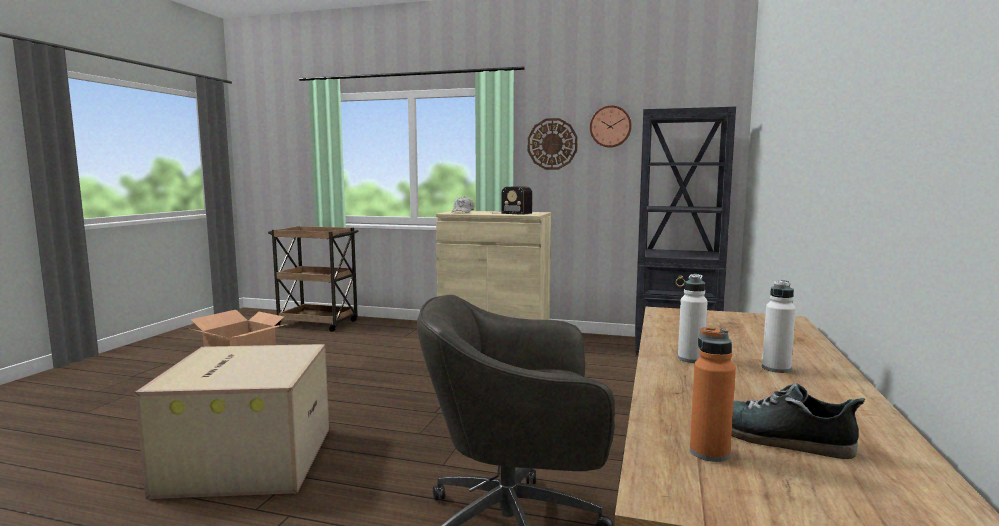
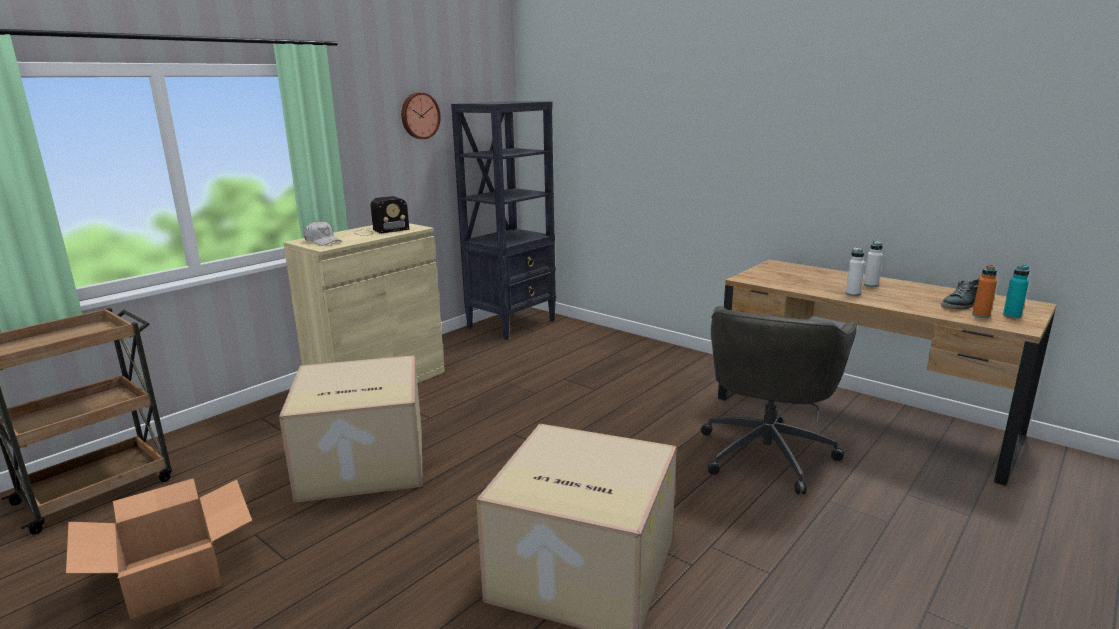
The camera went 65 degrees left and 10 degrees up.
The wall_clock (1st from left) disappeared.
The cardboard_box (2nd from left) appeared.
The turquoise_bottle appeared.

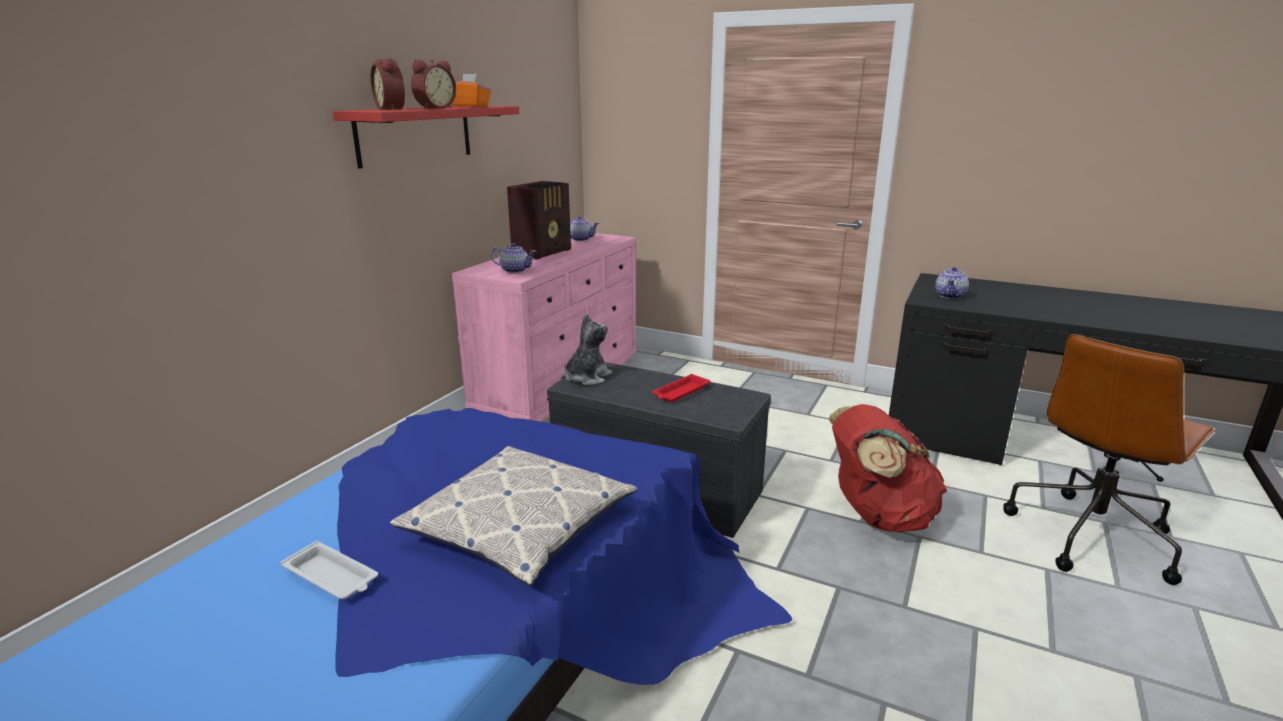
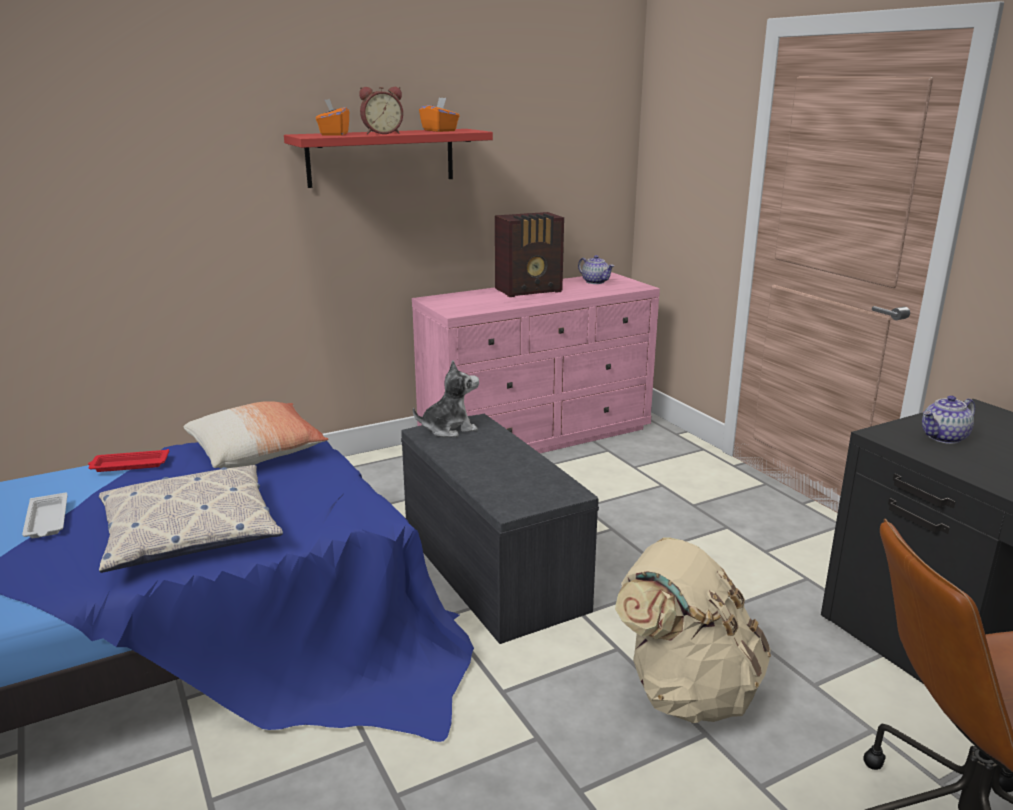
The camera went 35 degrees right and 0 degrees up.
The teapot (1st from left) disappeared.
The pillow (2nd from left) appeared.
The red_tray moved.
The alarm_clock (1st from left) was replaced by the orange_tissue_box (1st from left).
The red_backpack became the beige_backpack.

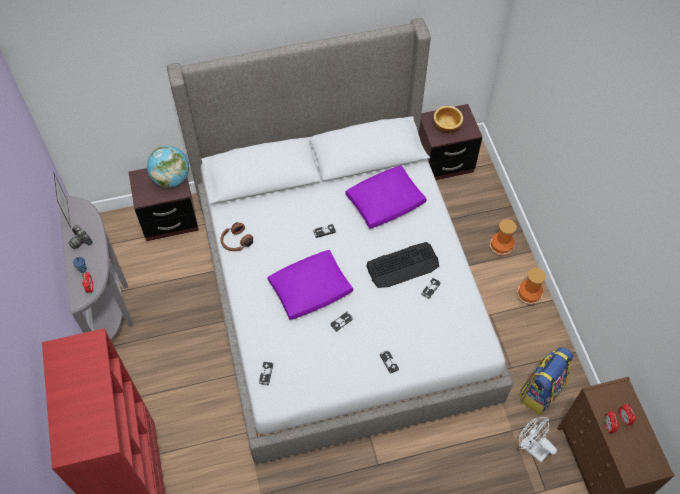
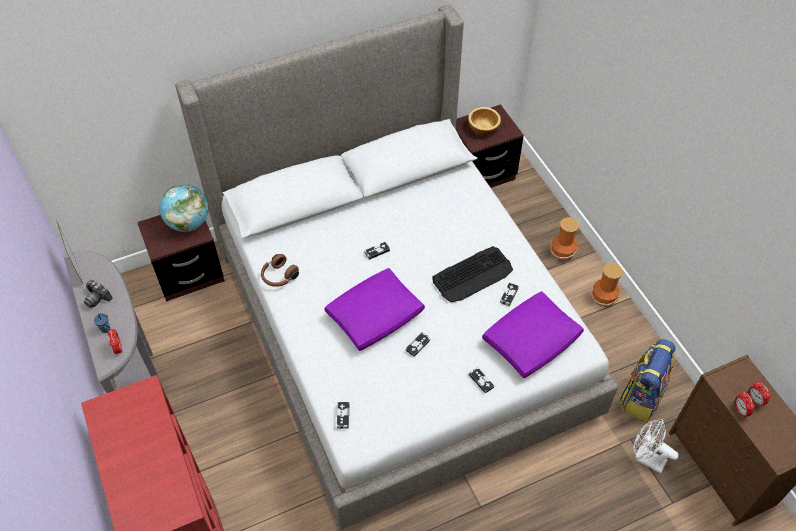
The camera went 10 degrees left and 5 degrees down.
The purple_pillow (2nd from left) moved.

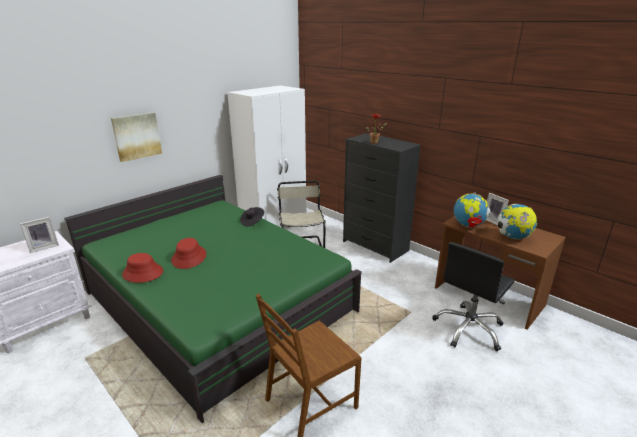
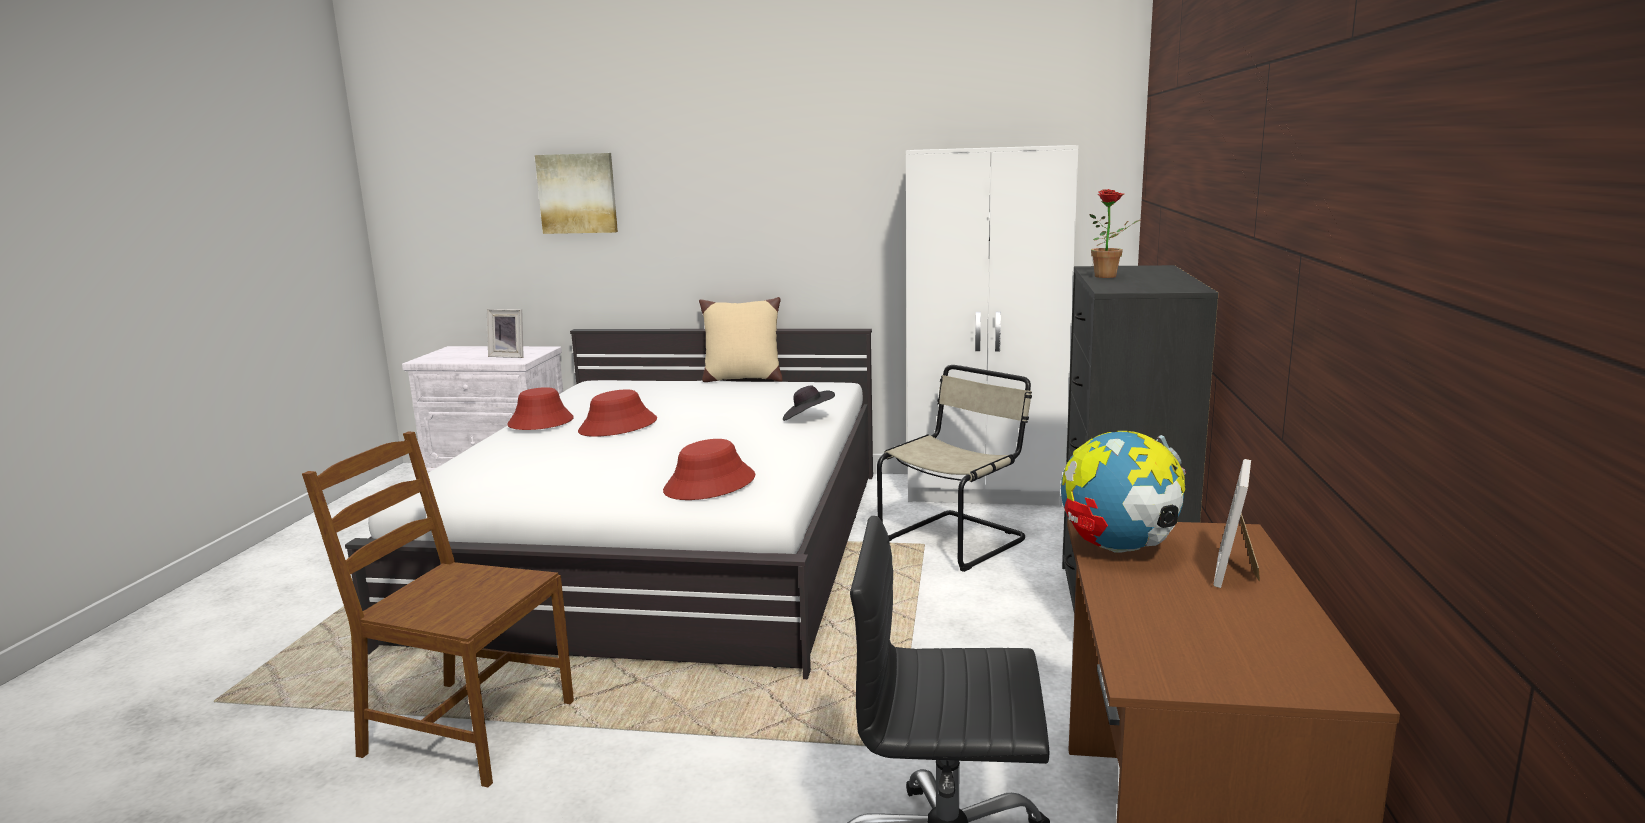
The camera went 55 degrees right and 10 degrees down.
The globe (2nd from left) disappeared.
The red_hat (3rd from left) appeared.
The beige_pillow appeared.
The picture moved.
The green_bed became the white_bed.

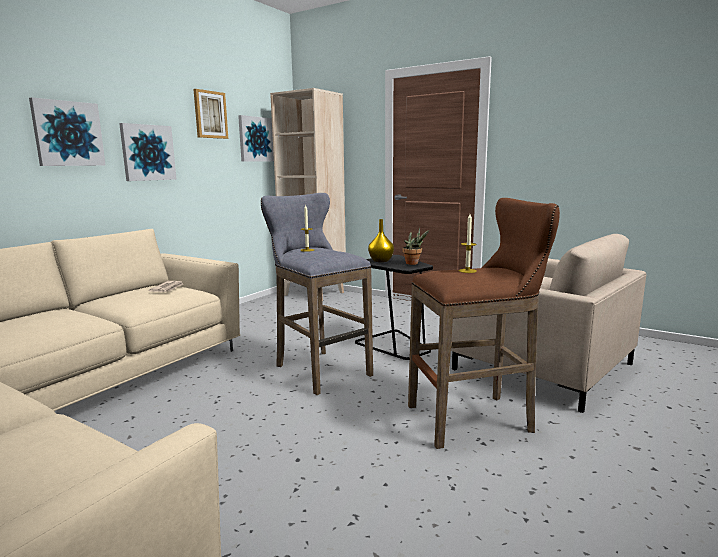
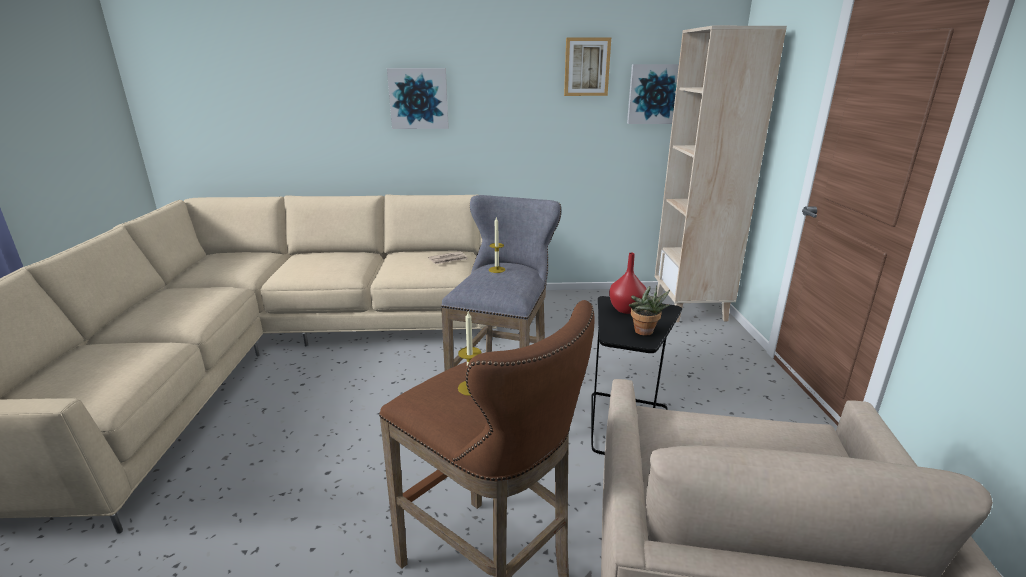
The camera went 55 degrees right and 10 degrees up.
The picture (2nd from left) disappeared.
The yellow_vase became the red_vase.

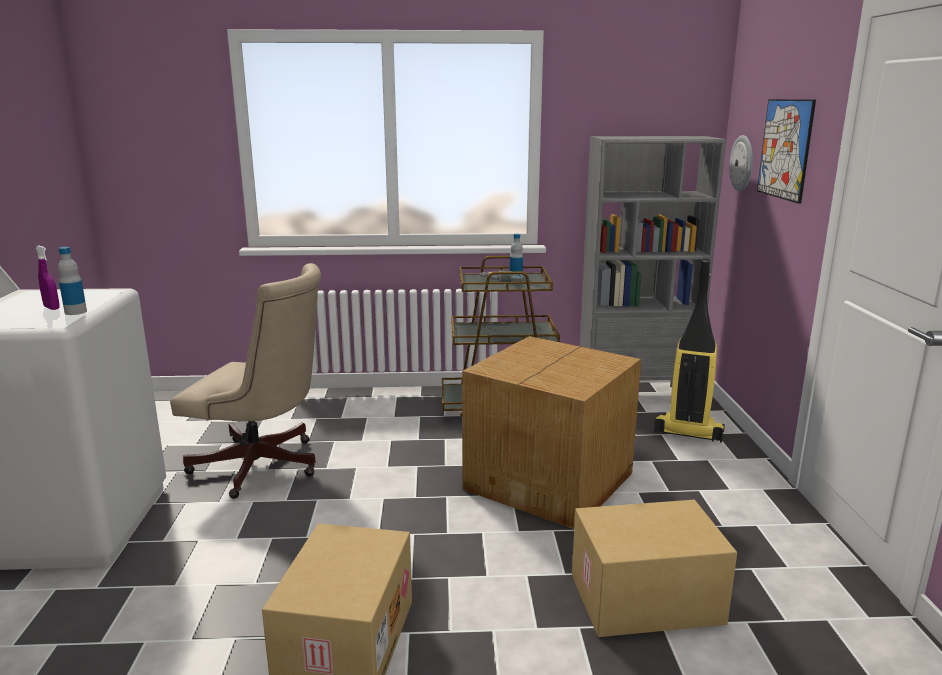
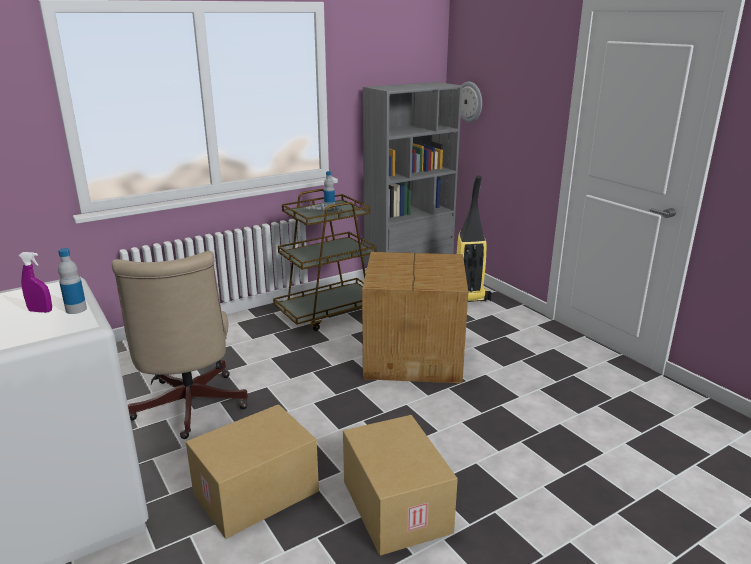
The camera went 30 degrees left and 5 degrees up.
The picture disappeared.
The cardboard_box (3rd from left in the first image) moved.
The beige_office_chair turned 90 degrees clockwise.

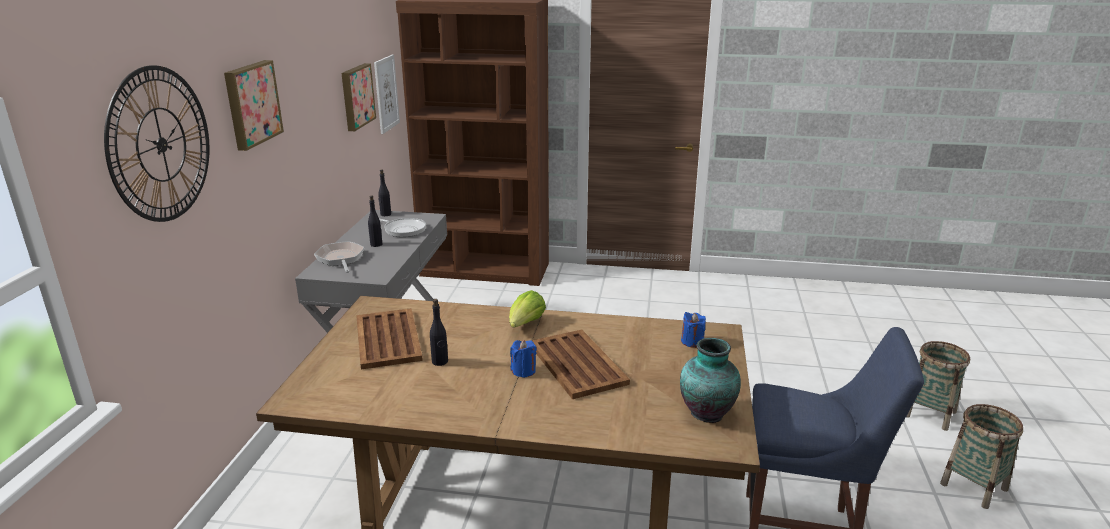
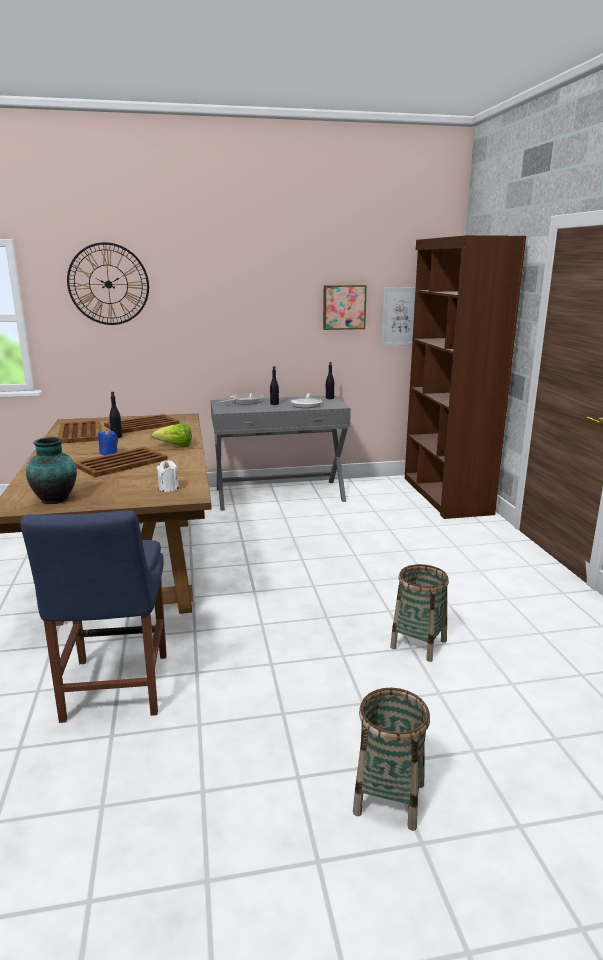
The camera went 70 degrees right and 5 degrees down.
The picture (1st from left) disappeared.
The brown_tray (1st from left) appeared.
The basket (2nd from left) moved.
The blue_candle (2nd from left) became the white_candle.

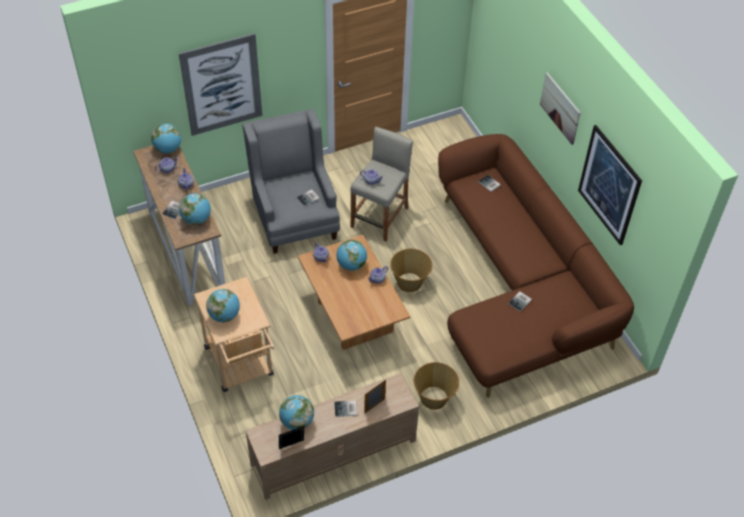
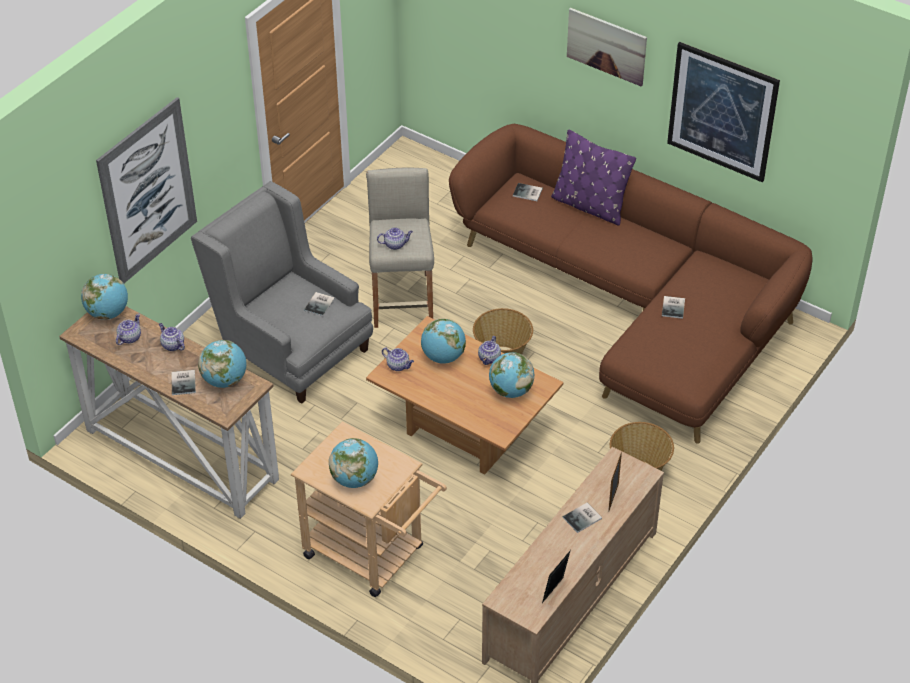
The camera went 30 degrees left and 5 degrees down.
The purple_pillow appeared.
The globe (4th from left in the first image) moved.

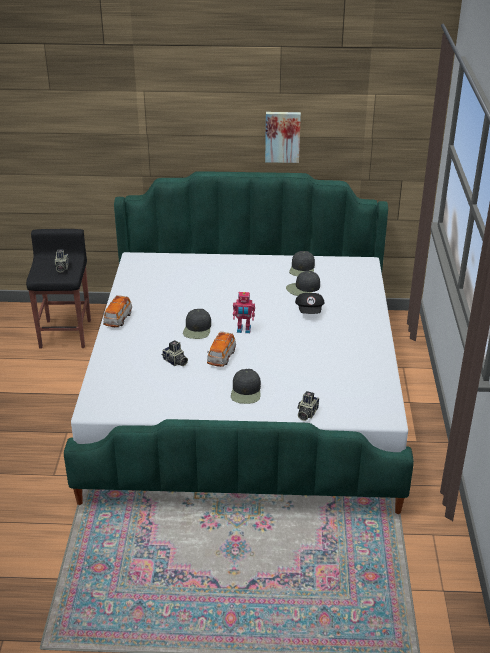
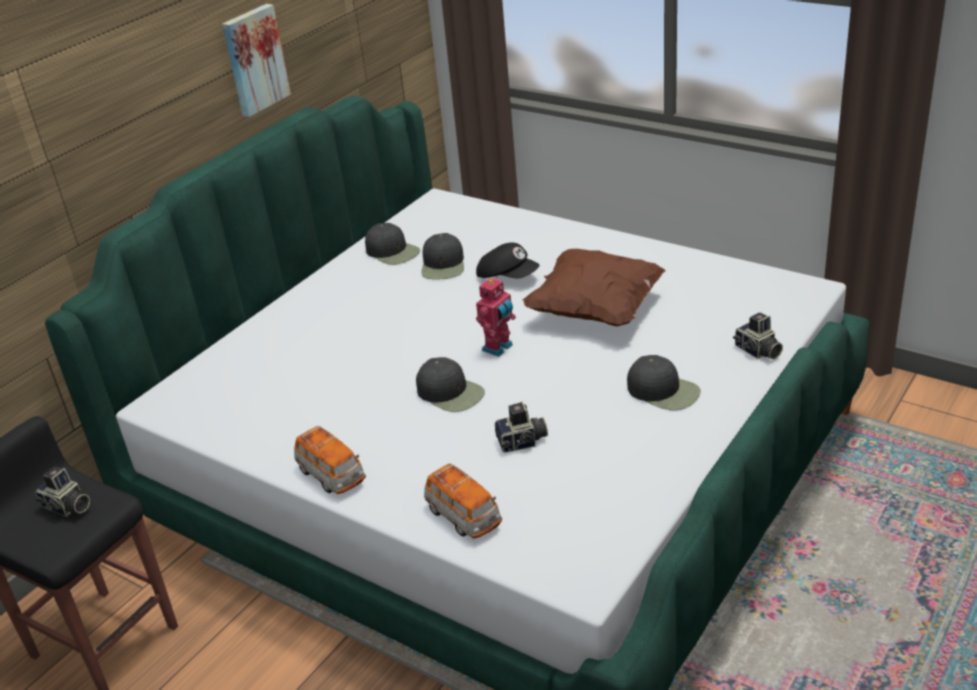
The camera went 55 degrees left and 0 degrees up.
The brown_pillow appeared.
The toy_car (2nd from left) moved.

